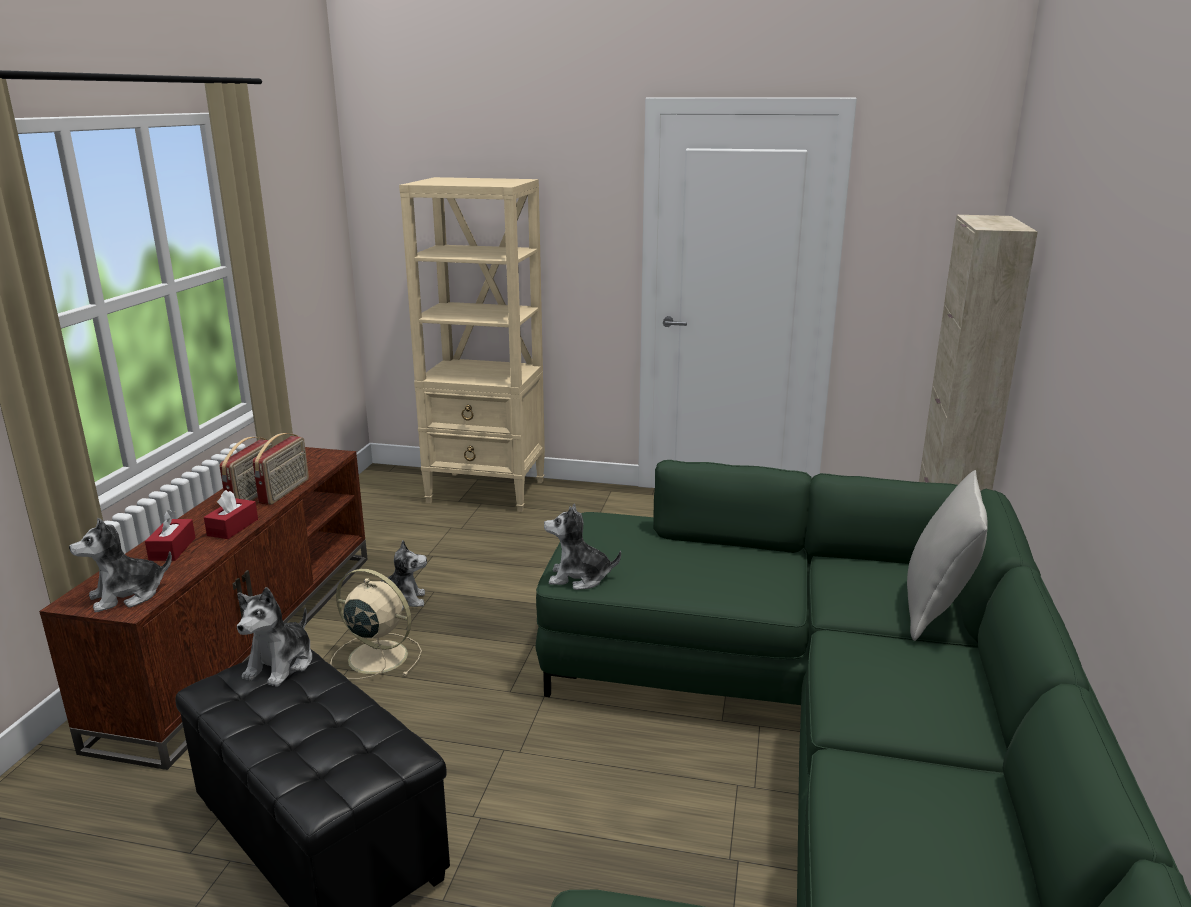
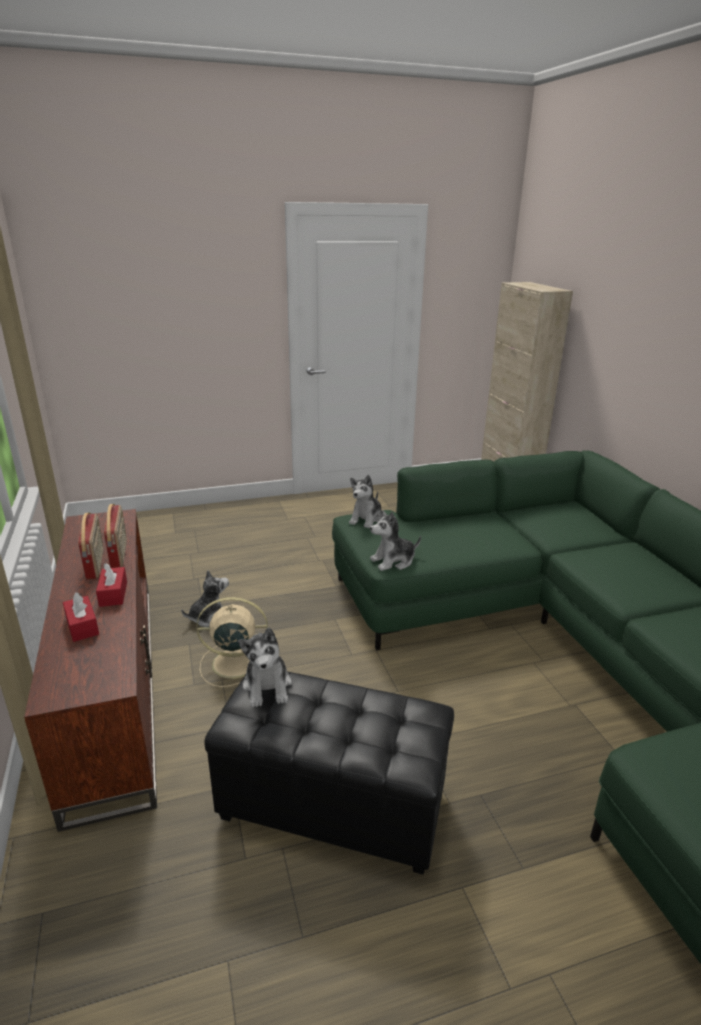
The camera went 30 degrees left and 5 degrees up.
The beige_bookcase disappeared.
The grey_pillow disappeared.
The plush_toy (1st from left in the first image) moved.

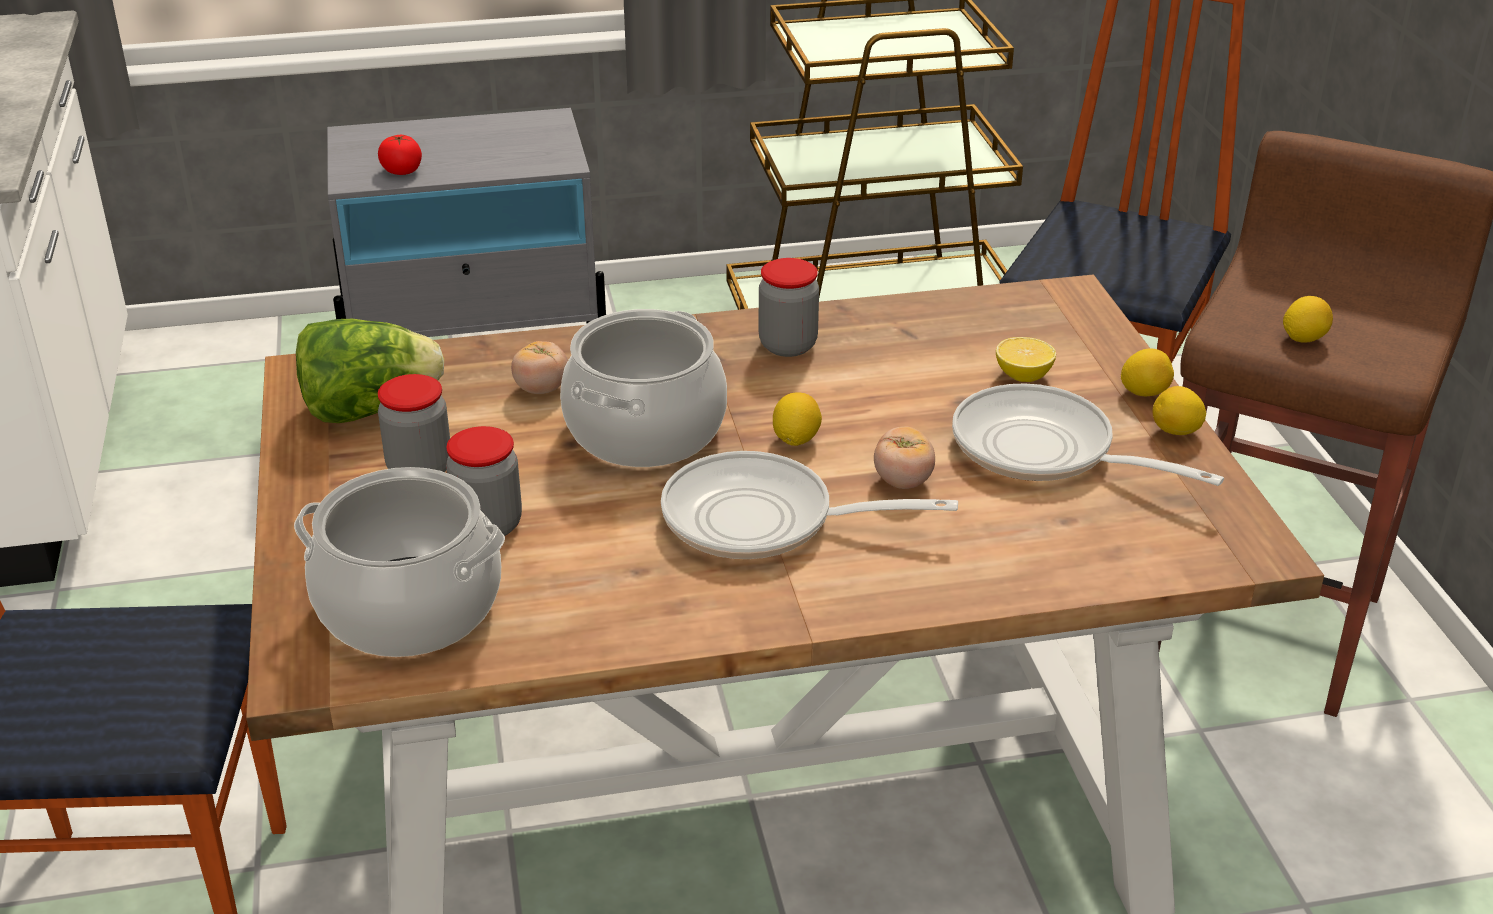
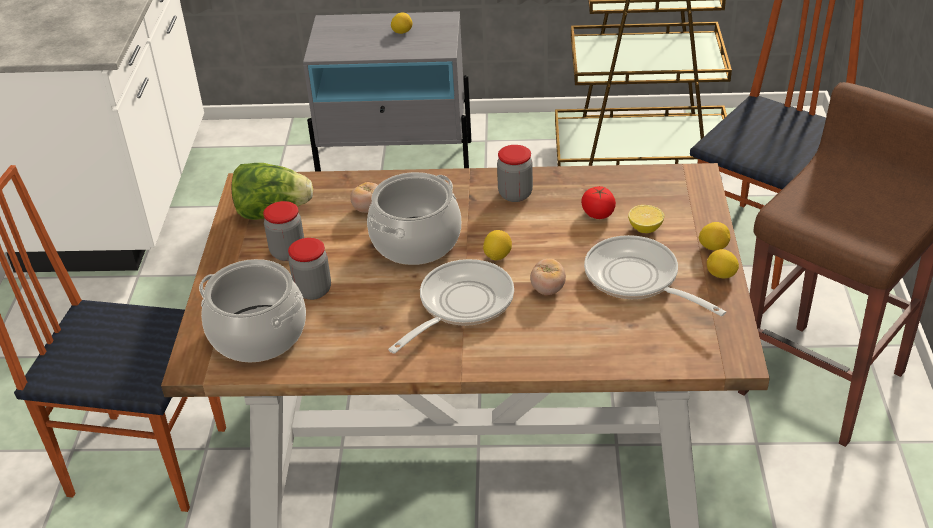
The camera went 15 degrees right and 5 degrees up.
The tomato (1st from left in the first image) moved.
The lemon (5th from left in the first image) moved.
The frying_pan (1st from left) turned 105 degrees clockwise.

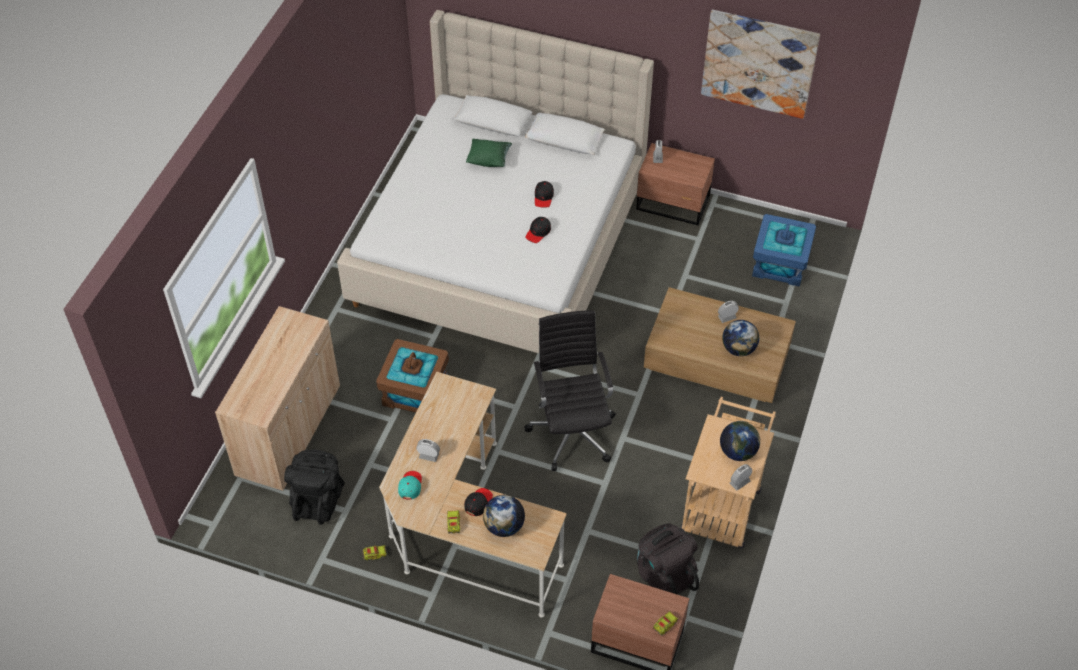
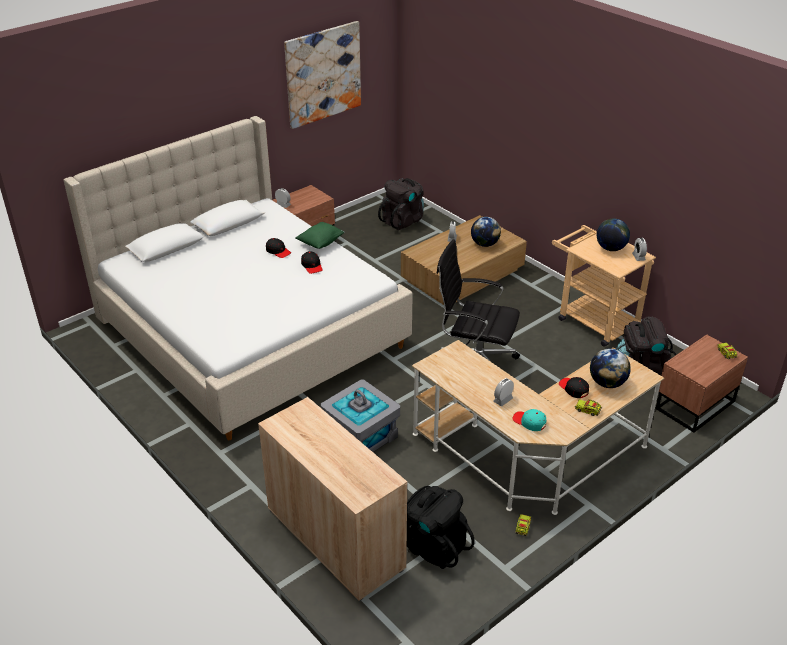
The camera went 60 degrees left and 15 degrees down.
The green_pillow moved.
The blue_storage_box was replaced by the black_backpack (1st from left).
The brown_storage_box became the grey_storage_box.

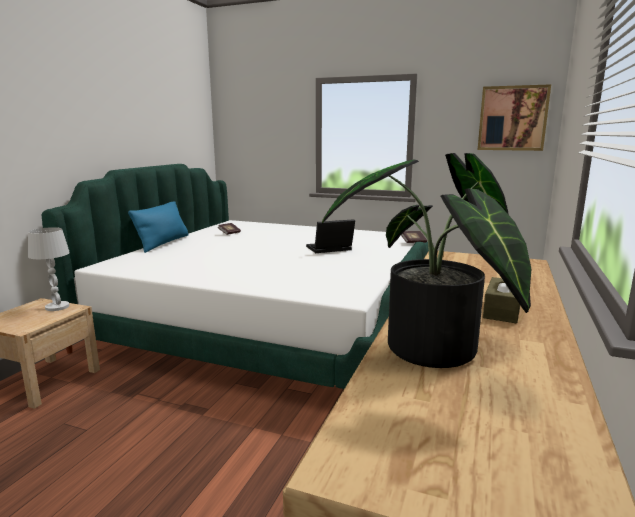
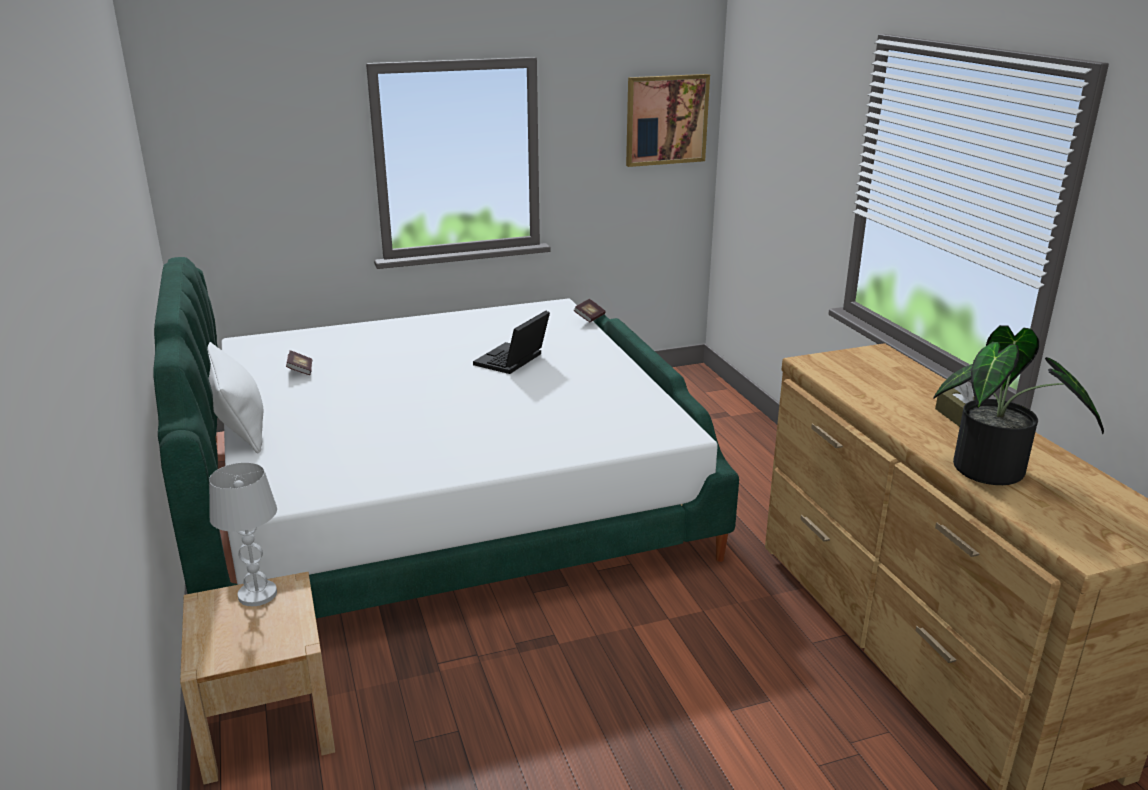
The camera went 40 degrees left and 10 degrees up.
The blue_pillow became the white_pillow.

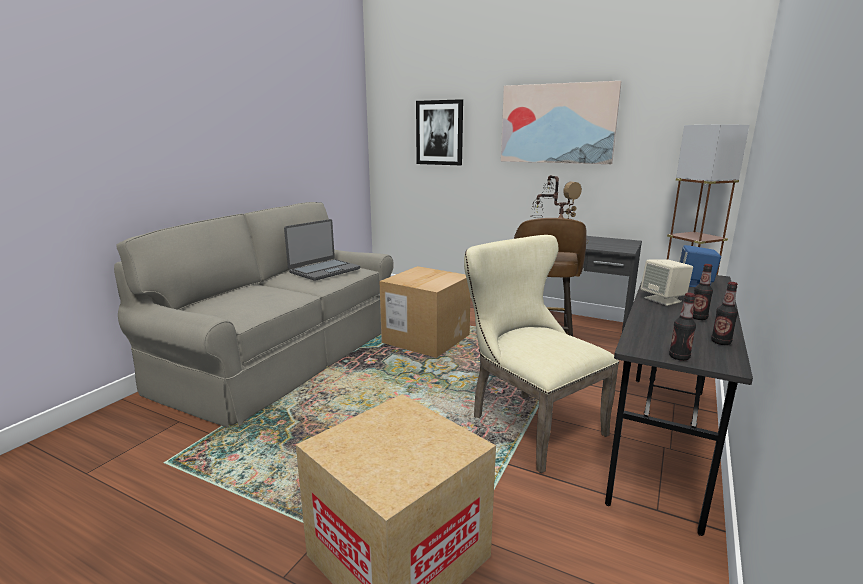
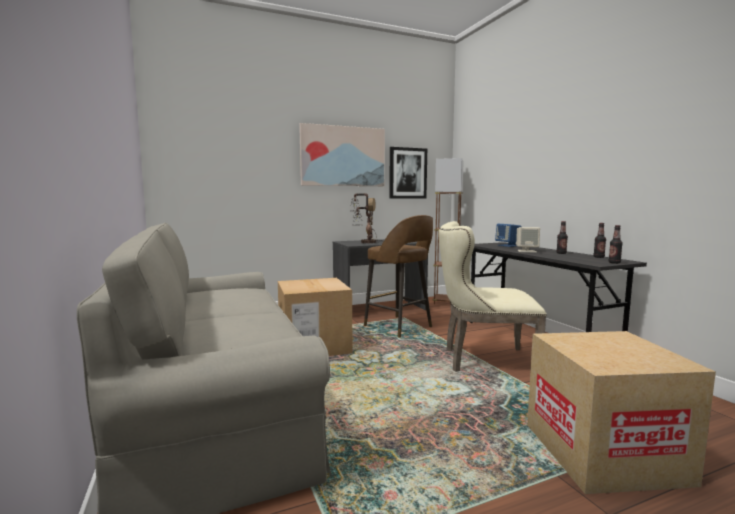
The camera went 50 degrees left and 10 degrees down.
The laptop disappeared.
The picture (1st from left in the first image) moved.

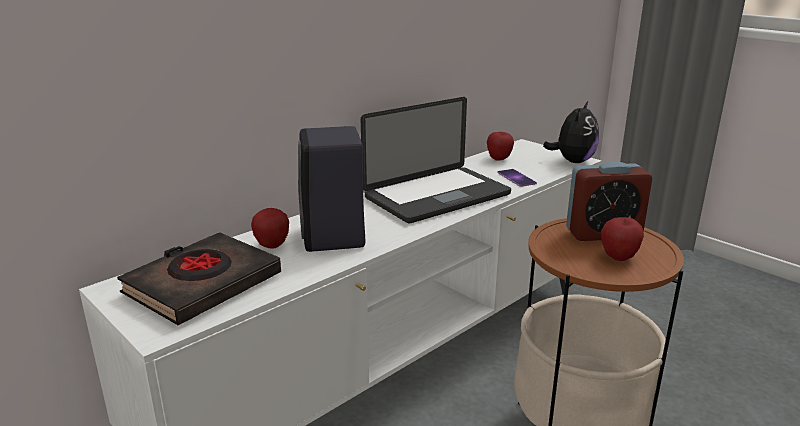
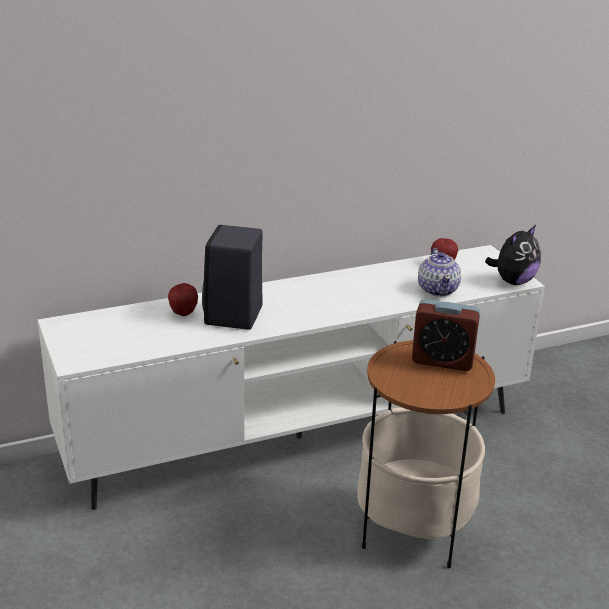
The camera went 20 degrees right and 5 degrees up.
The black_book disappeared.
The laptop disappeared.
The apple (3rd from left) disappeared.
The phone was replaced by the teapot.

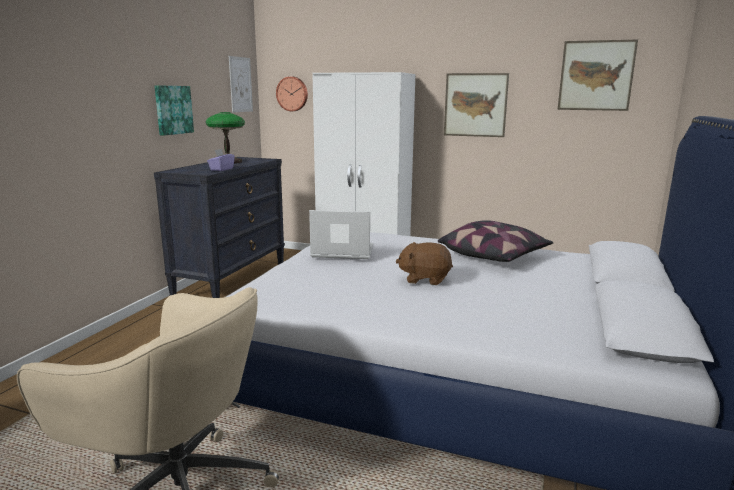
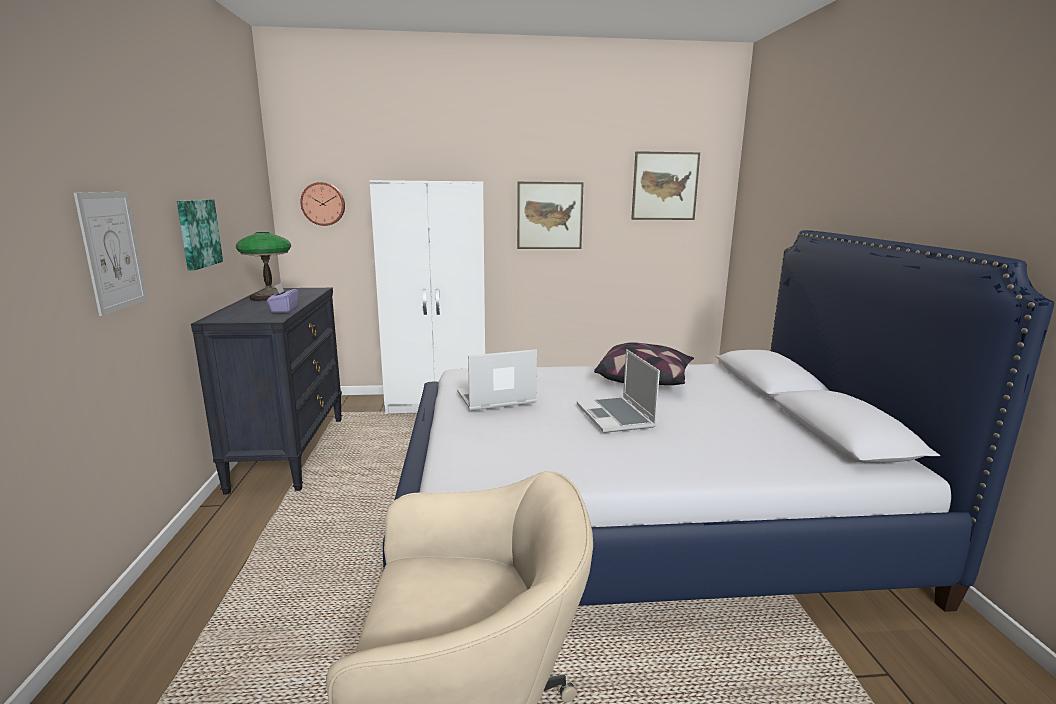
The camera went 25 degrees left and 0 degrees up.
The picture (2nd from left in the first image) moved.
The brown_plush_toy was replaced by the laptop (2nd from left).

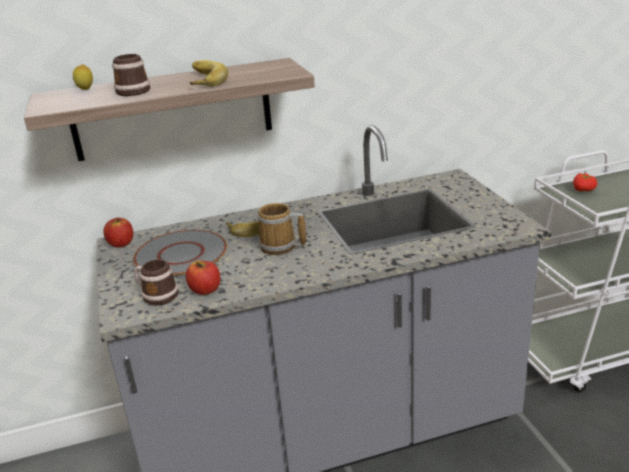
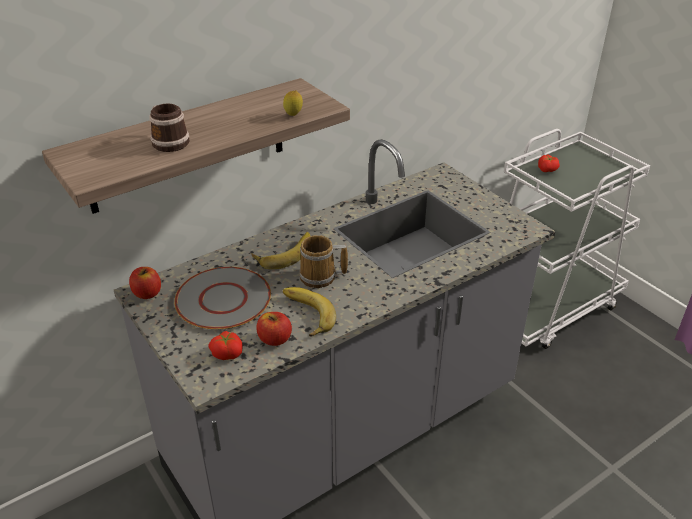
The camera went 20 degrees left and 10 degrees up.
The lemon moved.
The banana (1st from left in the first image) moved.
The mug (2nd from left) was replaced by the tomato (1st from left).

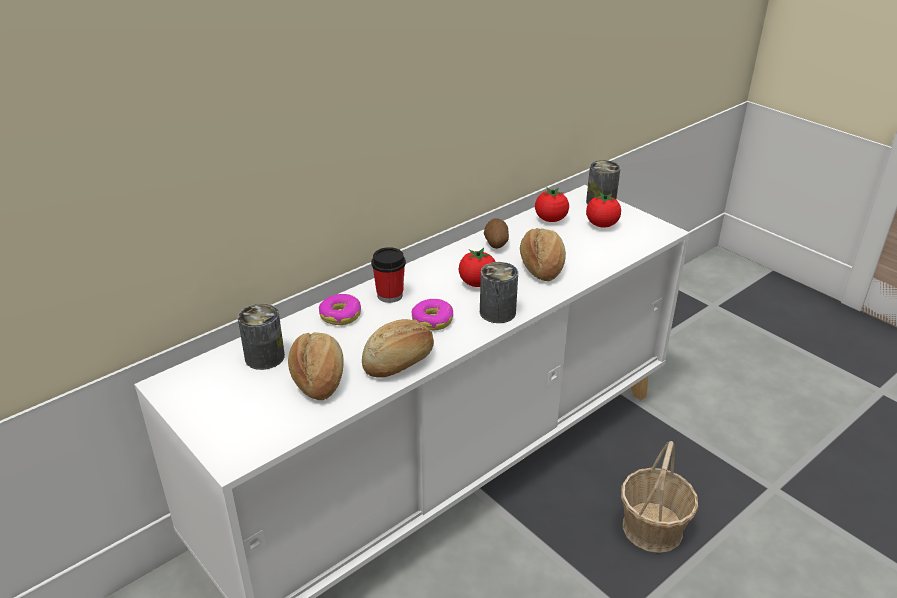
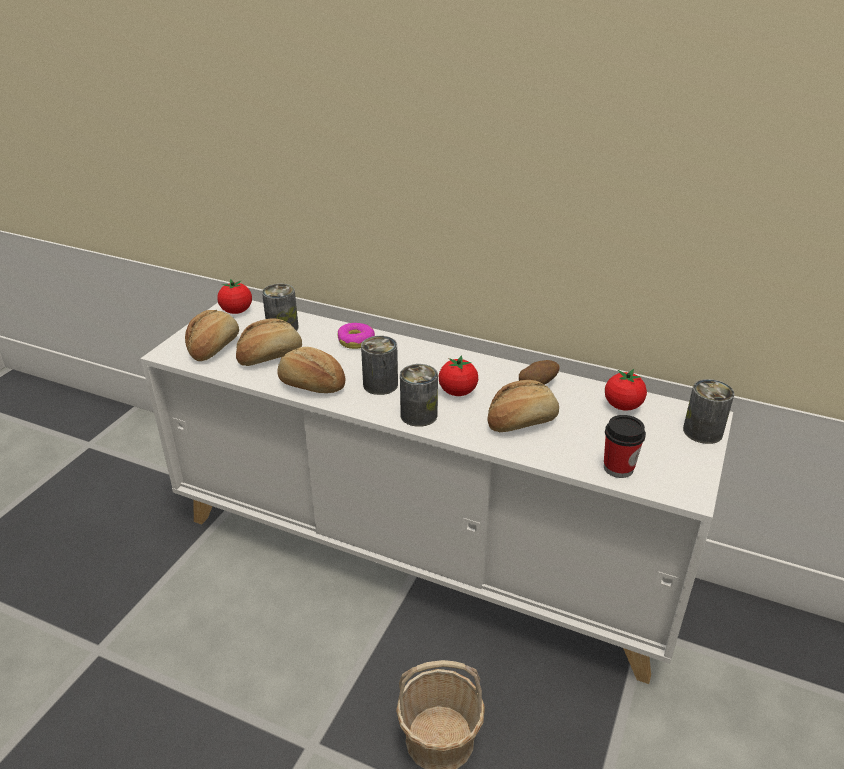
The camera went 65 degrees right and 0 degrees up.
The bread (1st from left) appeared.
The cup moved.
The tomato (3rd from left in the first image) moved.
The donut (2nd from left) was replaced by the can (2nd from left).

